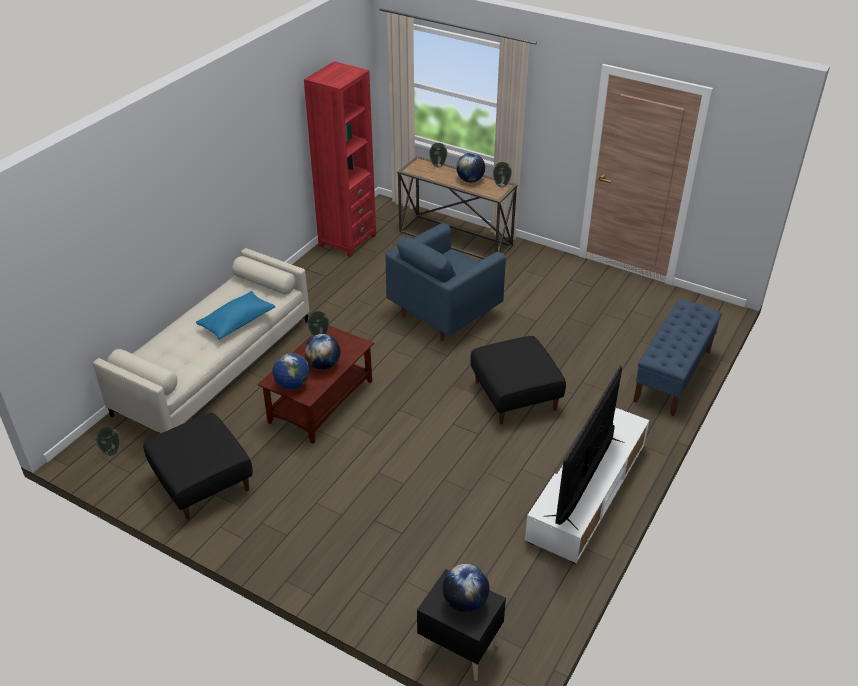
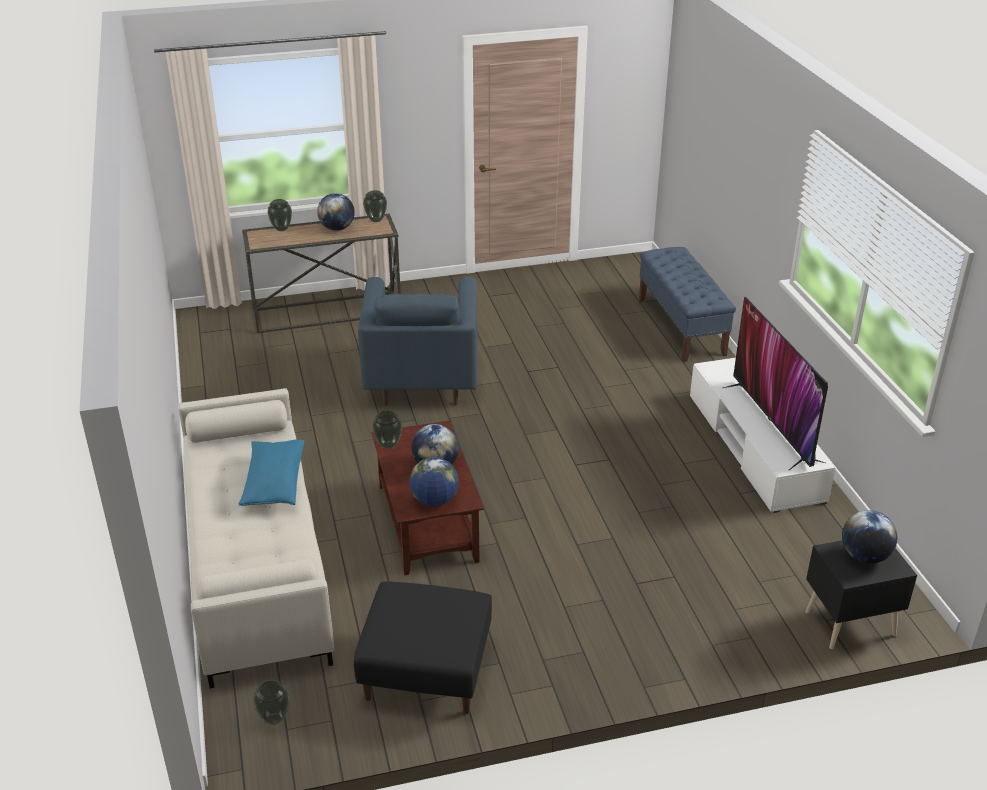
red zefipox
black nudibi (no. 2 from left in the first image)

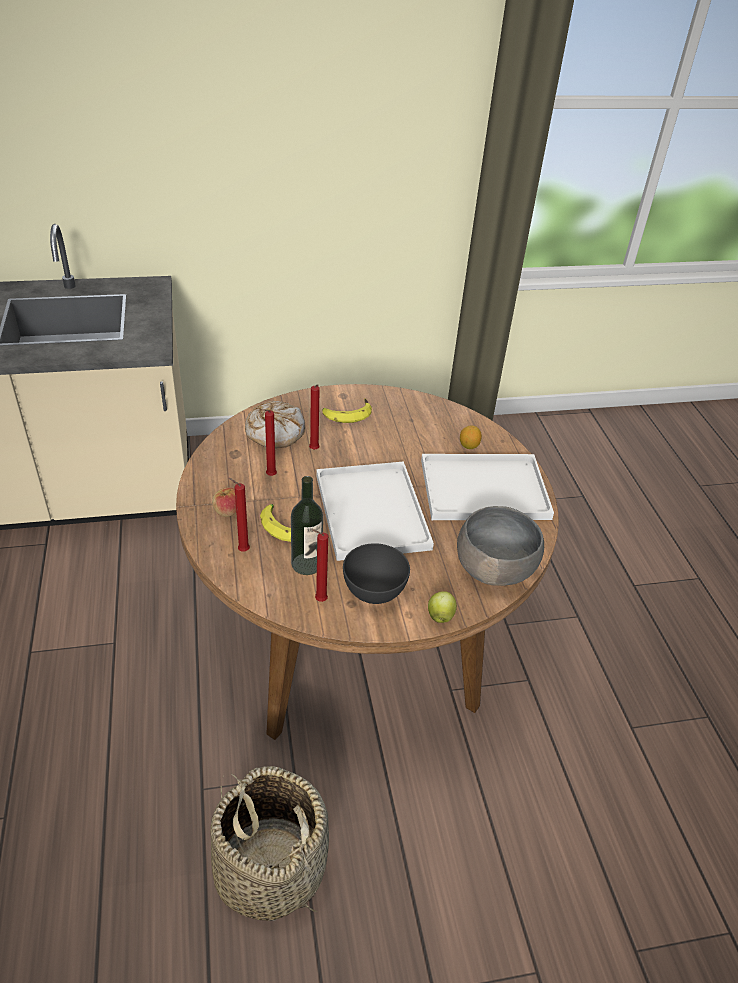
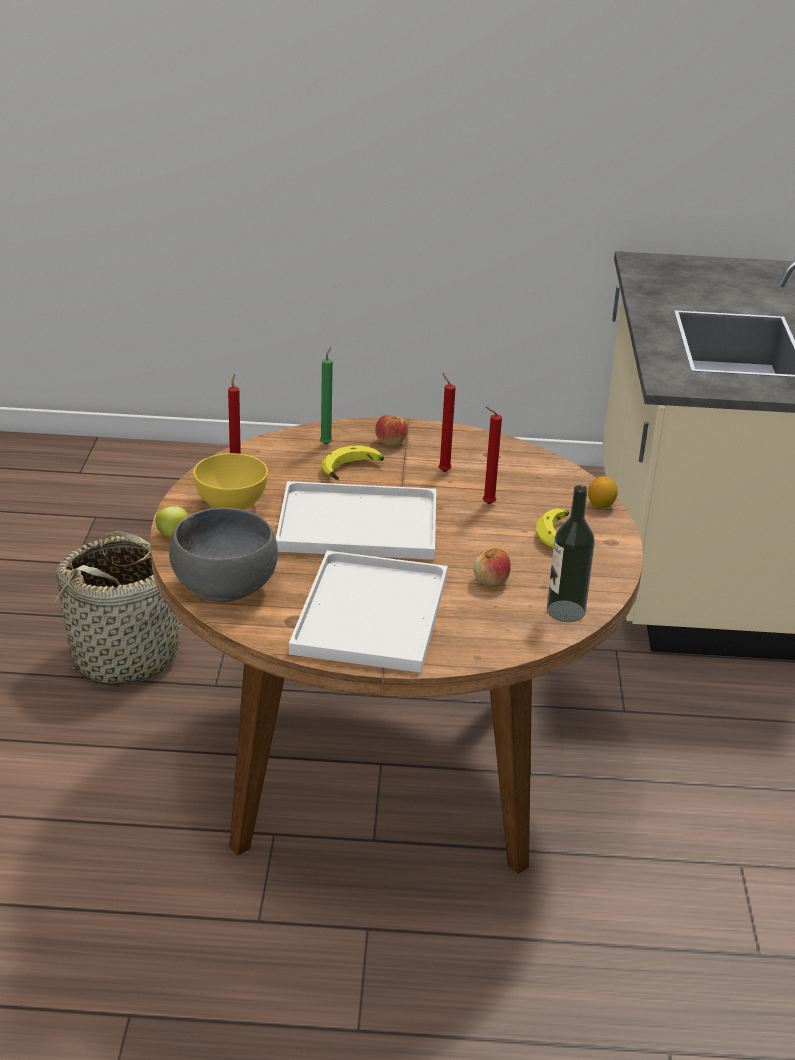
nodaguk
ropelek (no. 3 from left)
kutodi
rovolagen
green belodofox
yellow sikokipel

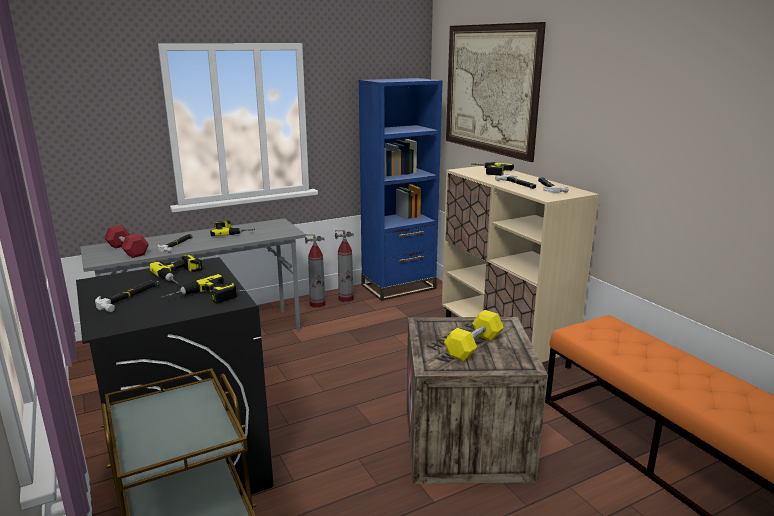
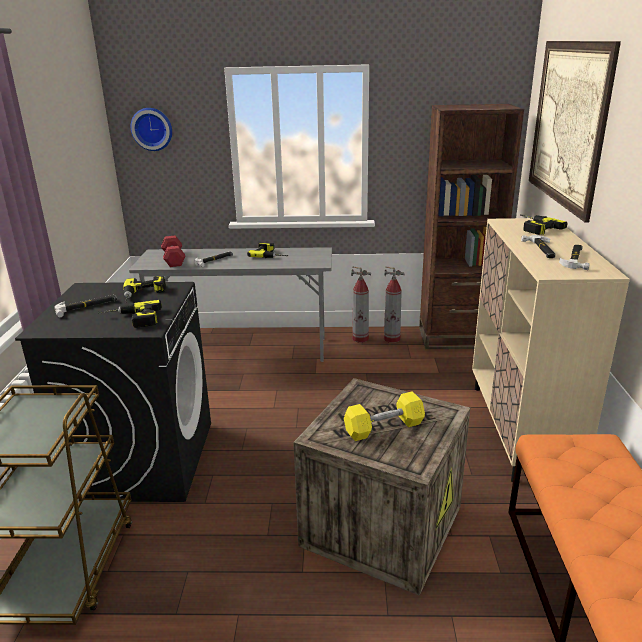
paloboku
brown zefipox

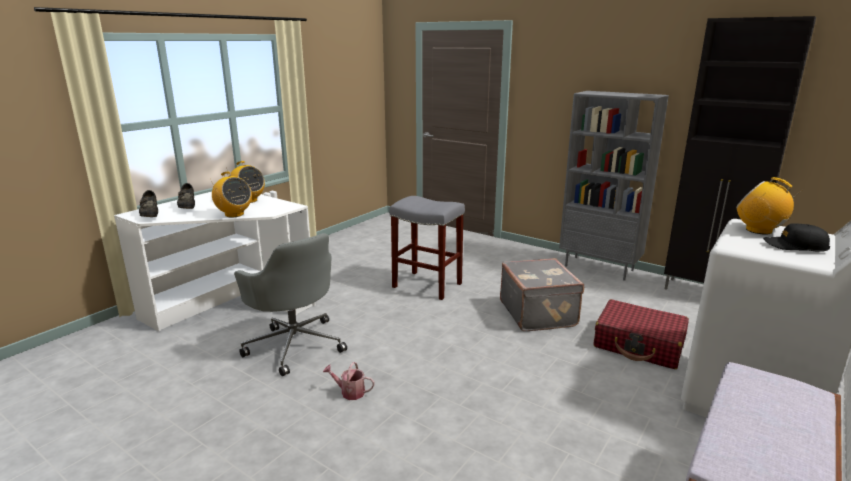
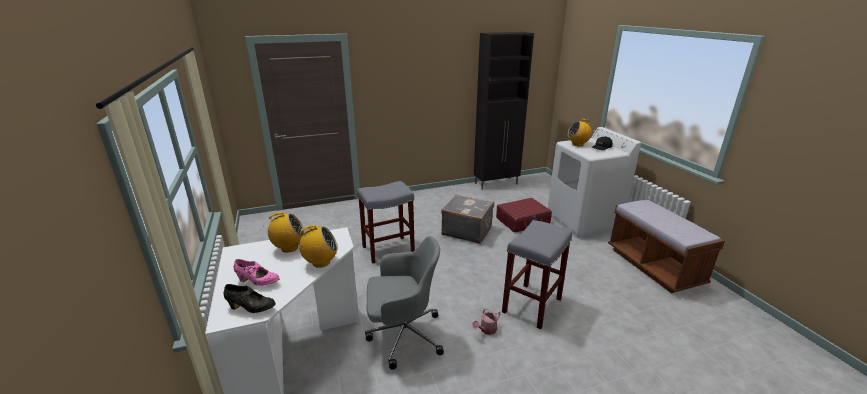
grey zefipox
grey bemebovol (no. 2 from left)
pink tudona

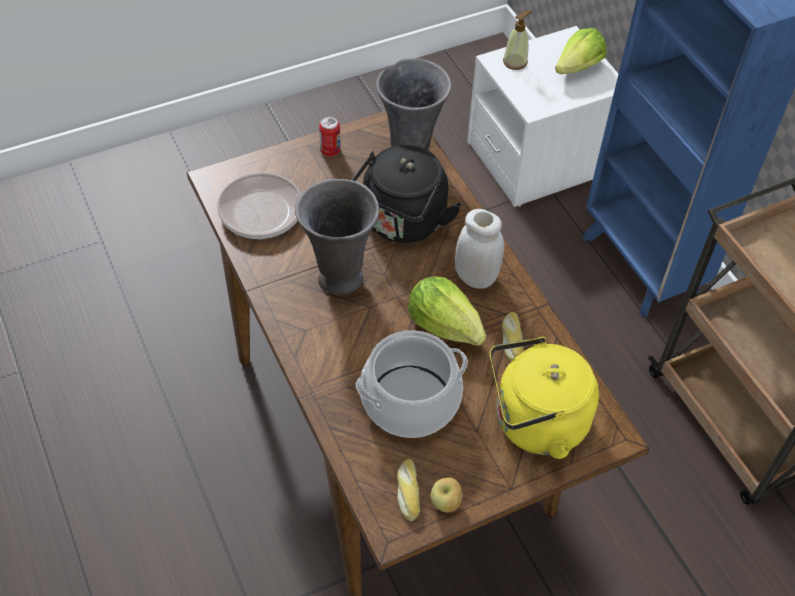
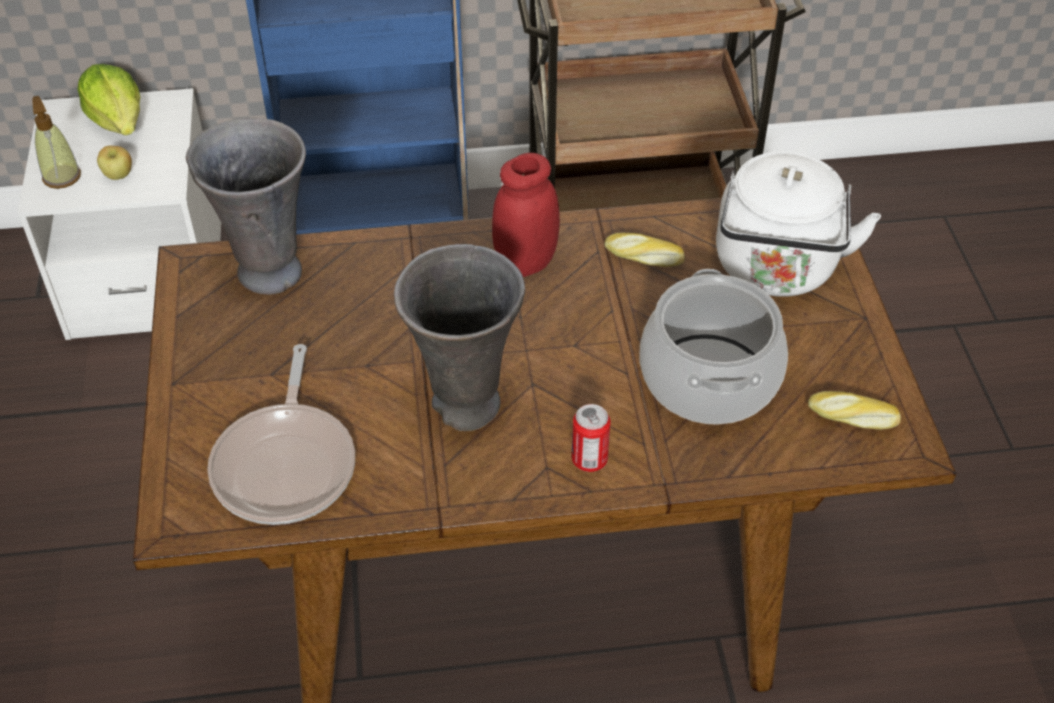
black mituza
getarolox (no. 1 from left in the first image)
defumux
ropelek
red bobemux
white mituza

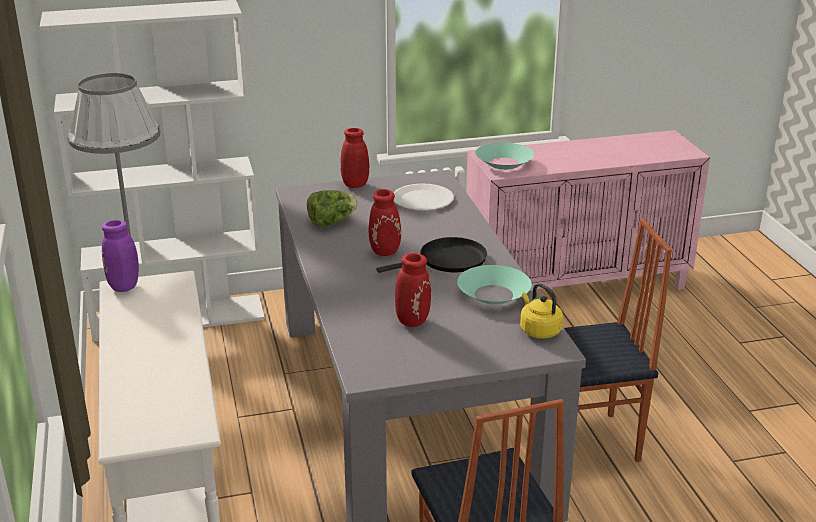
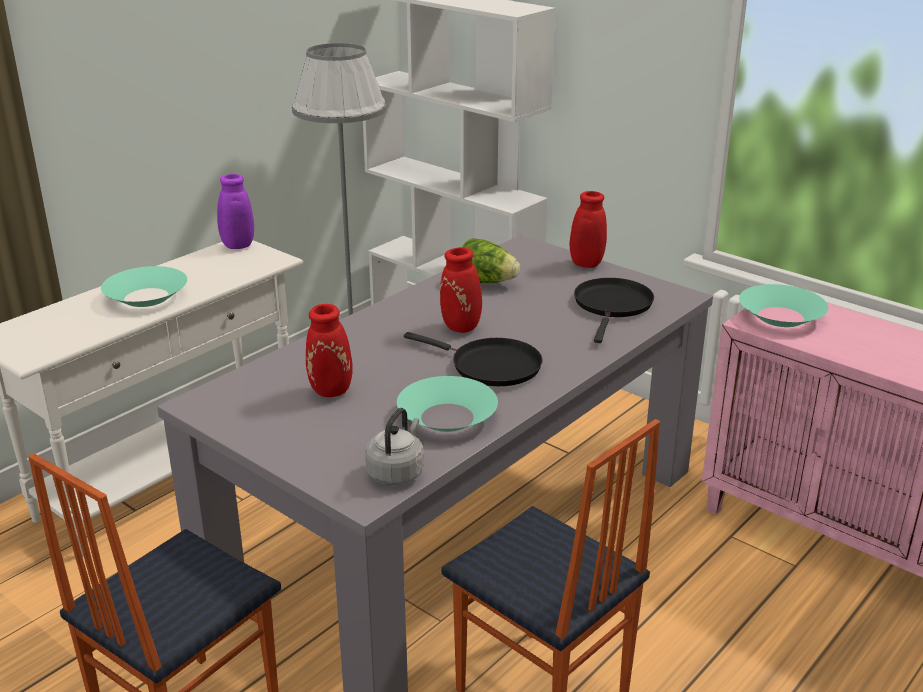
turquoise sikokipel (no. 1 from left)
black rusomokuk (no. 2 from left)
grey mituza

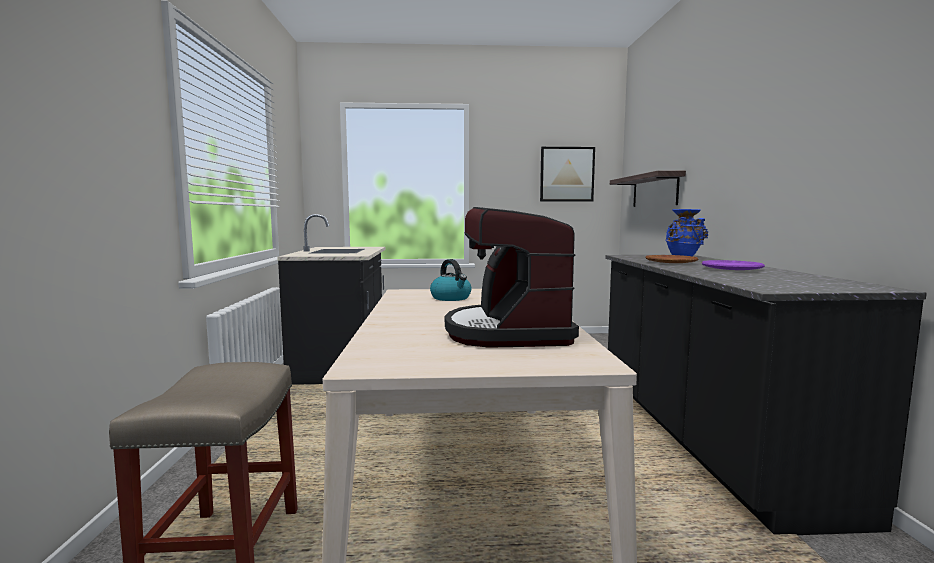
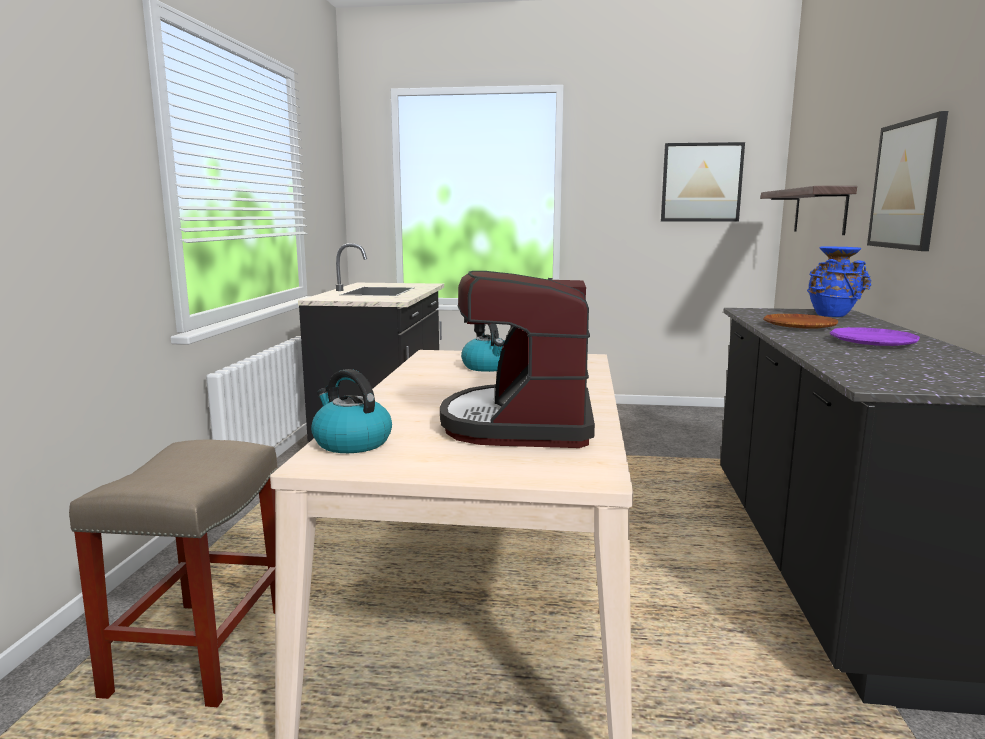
mituza (no. 1 from left)
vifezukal (no. 2 from left)

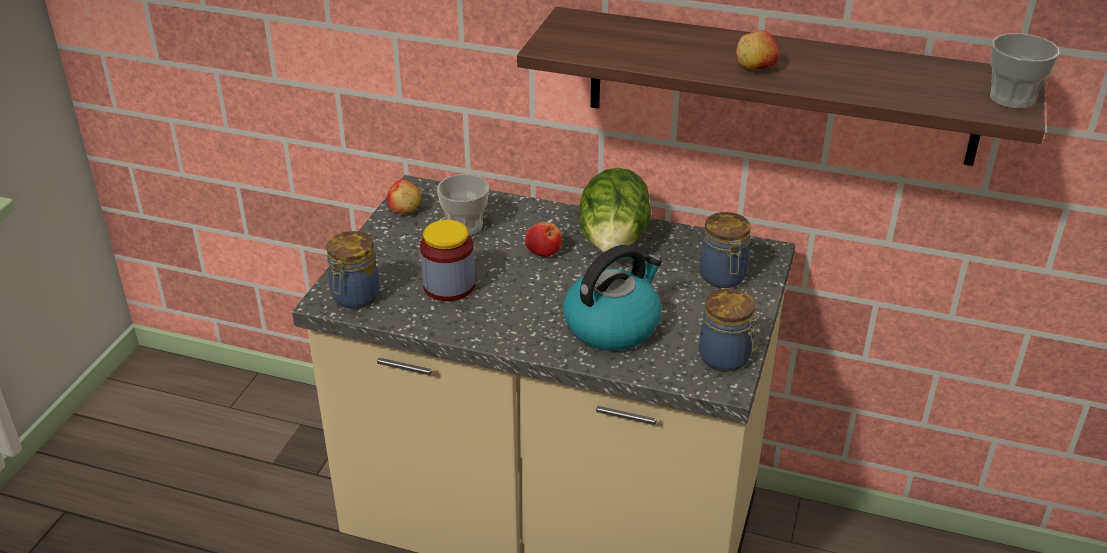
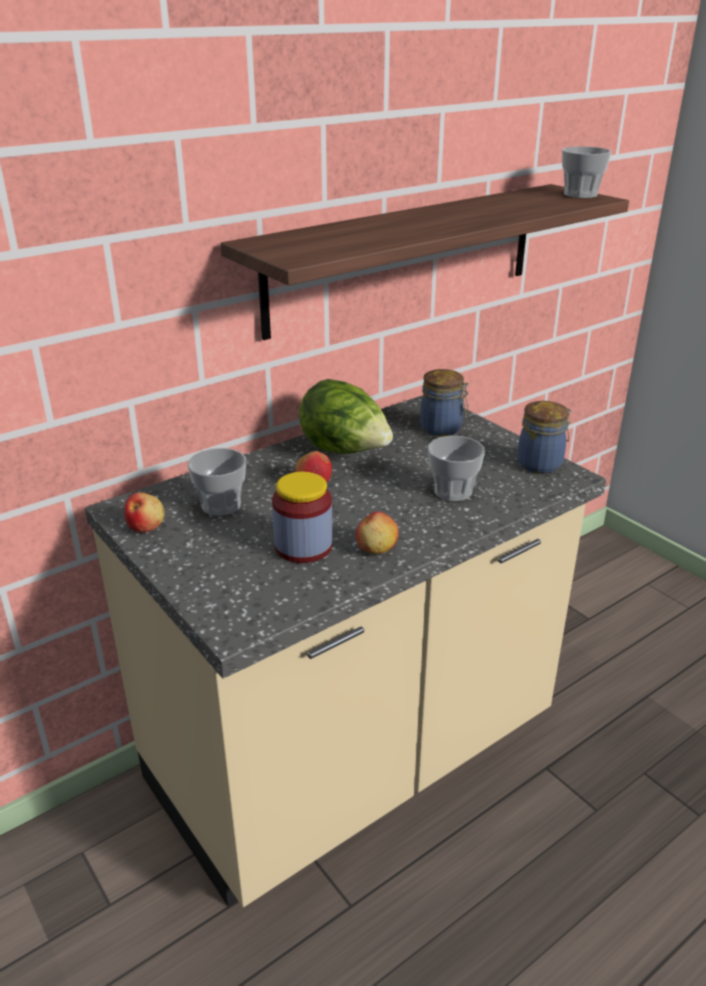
bobemux (no. 1 from left in the first image)
ropelek (no. 3 from left)
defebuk (no. 2 from left)

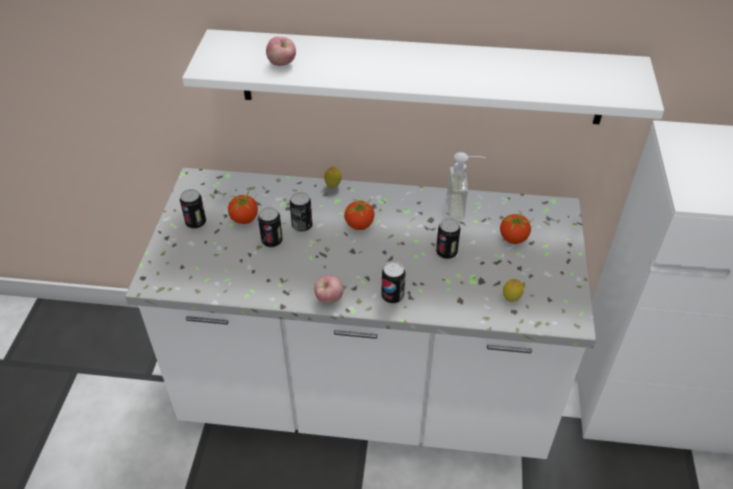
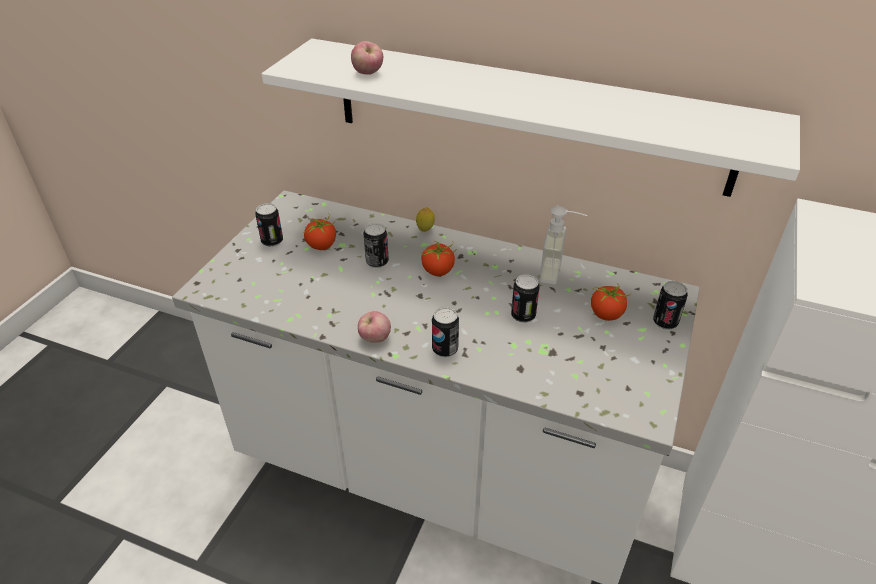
rovolagen (no. 2 from left in the first image)
defumux (no. 5 from left)

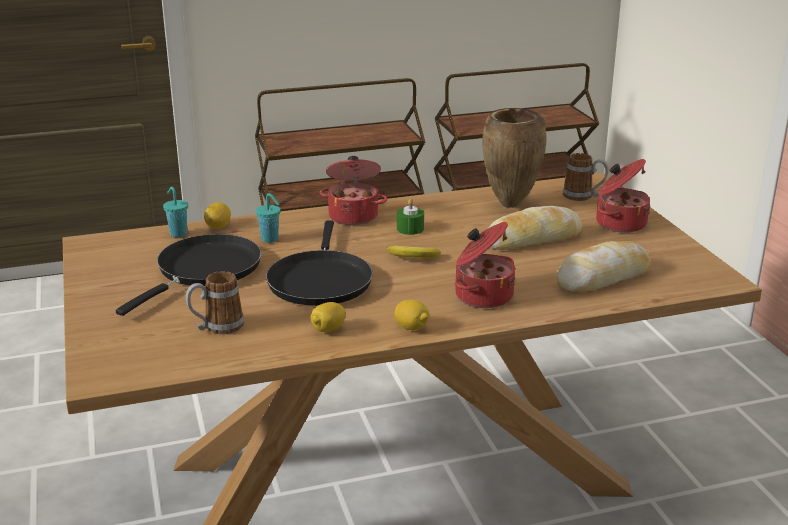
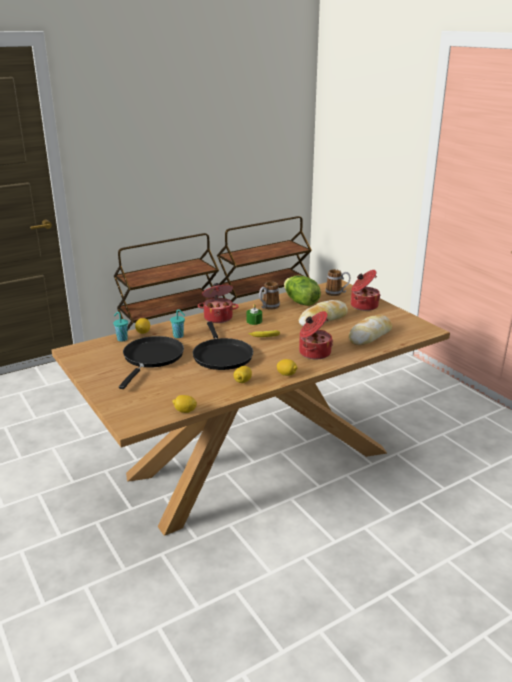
rovolagen (no. 2 from left)
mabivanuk (no. 1 from left)
getarolox

